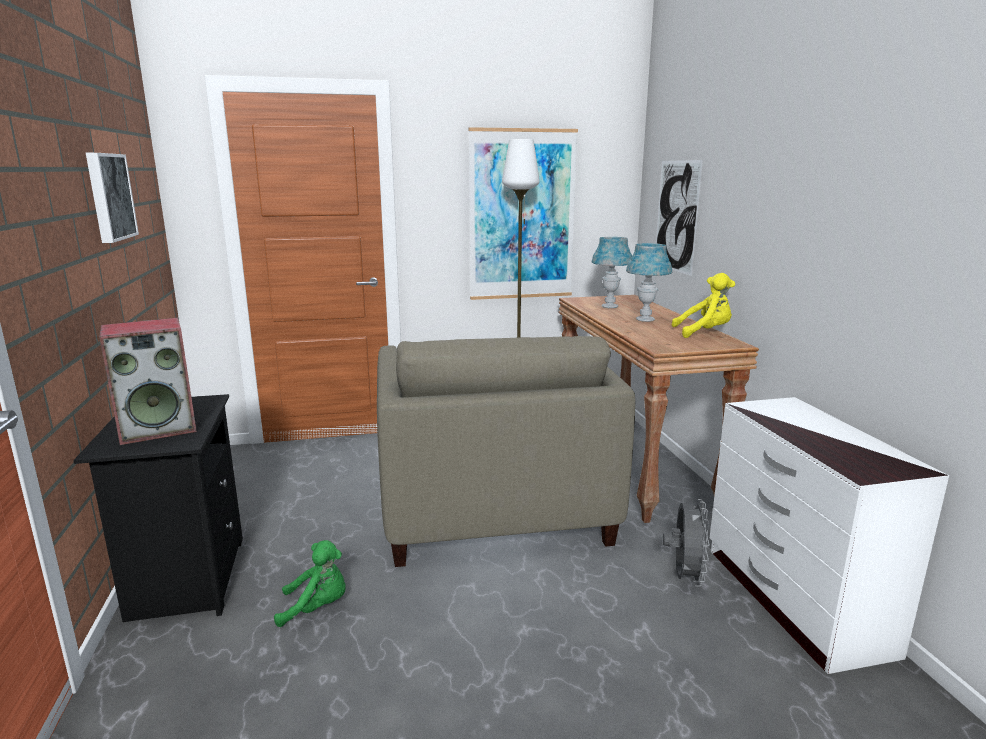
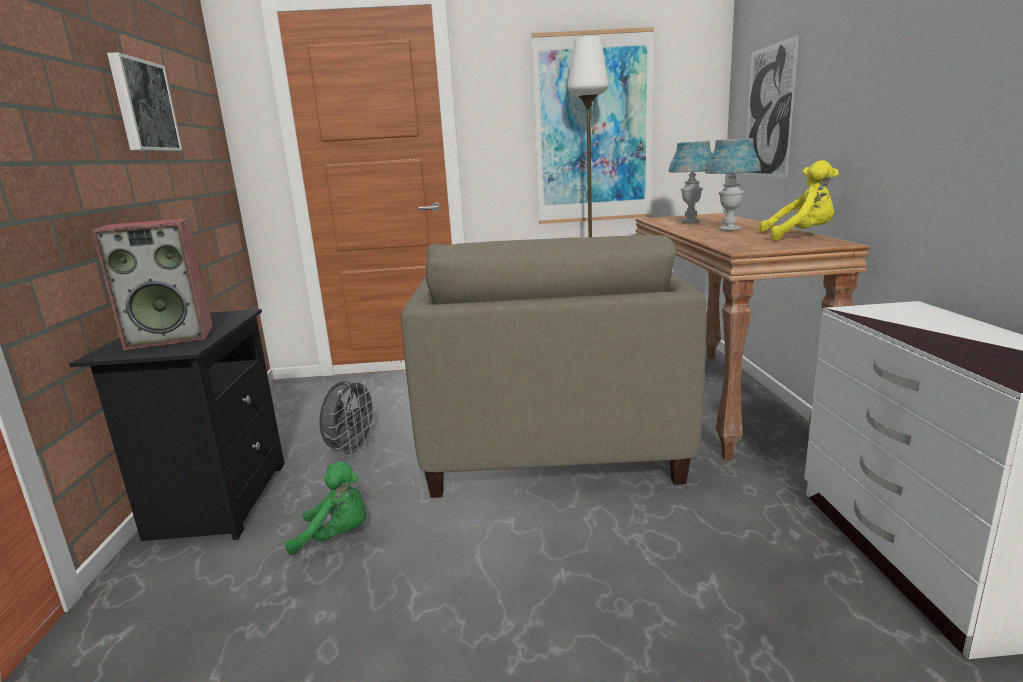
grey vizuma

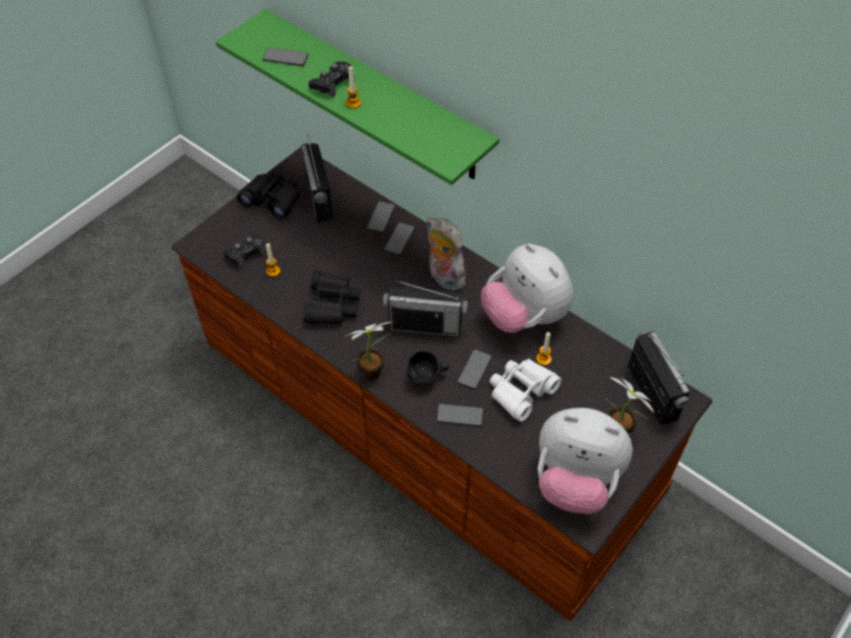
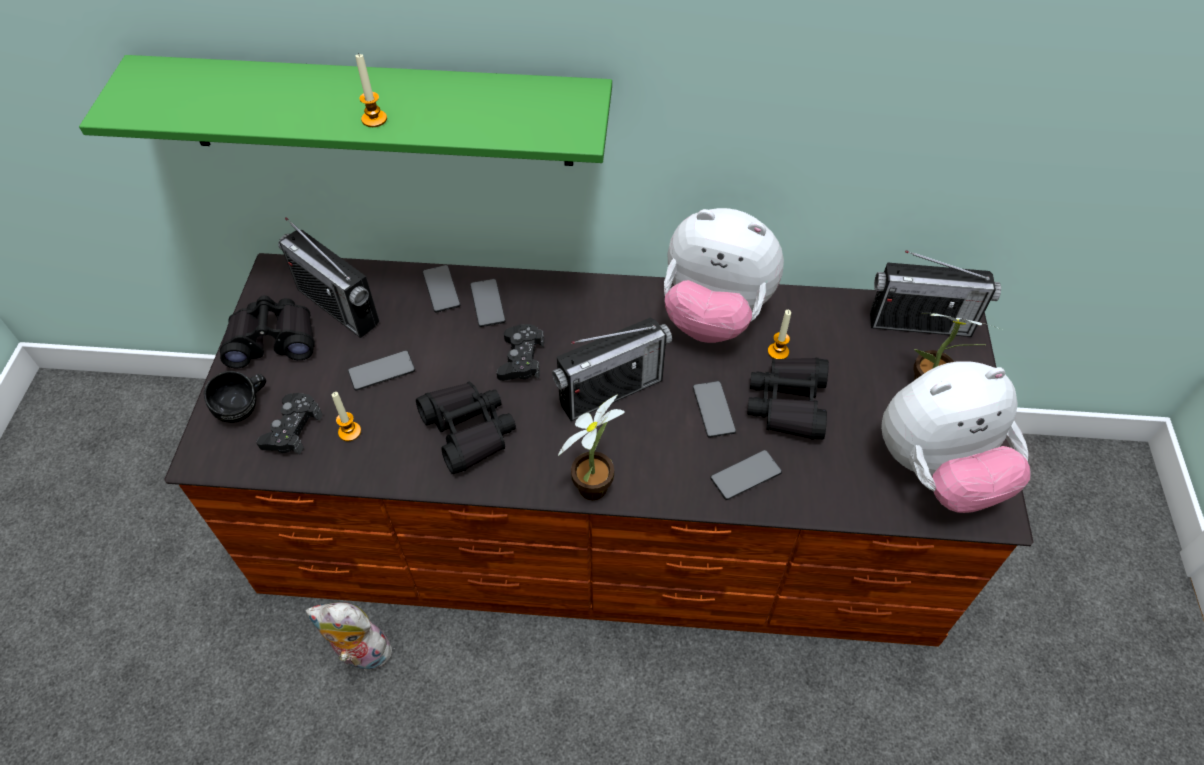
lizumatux (no. 1 from left)
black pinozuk (no. 2 from left)
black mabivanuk
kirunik (no. 1 from left)
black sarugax (no. 3 from left)
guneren (no. 3 from left)

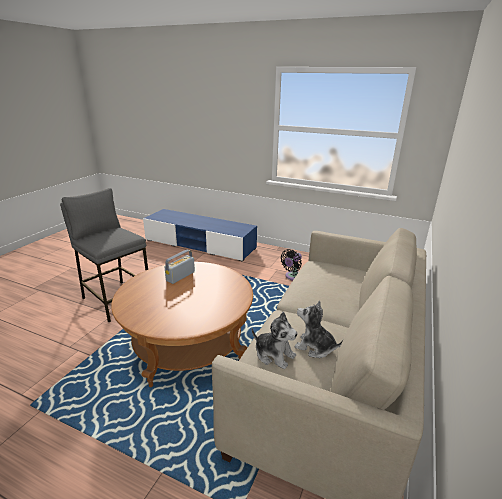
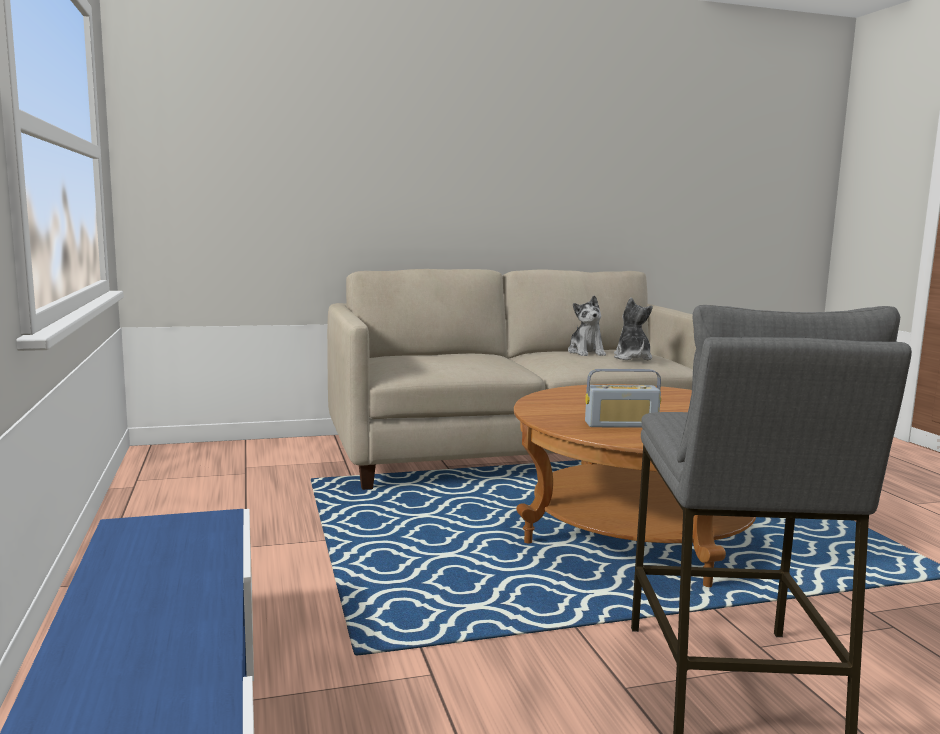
black vizuma

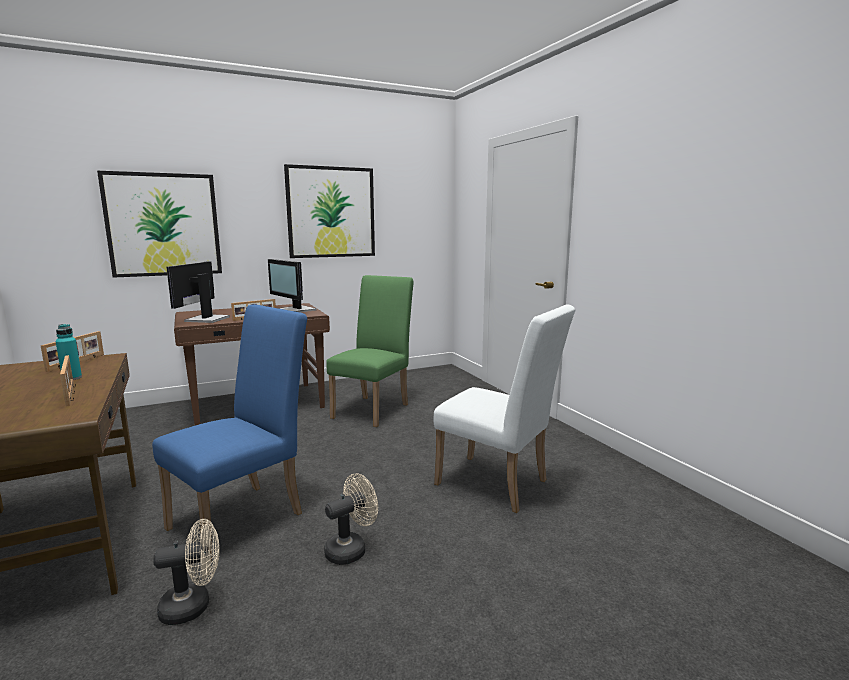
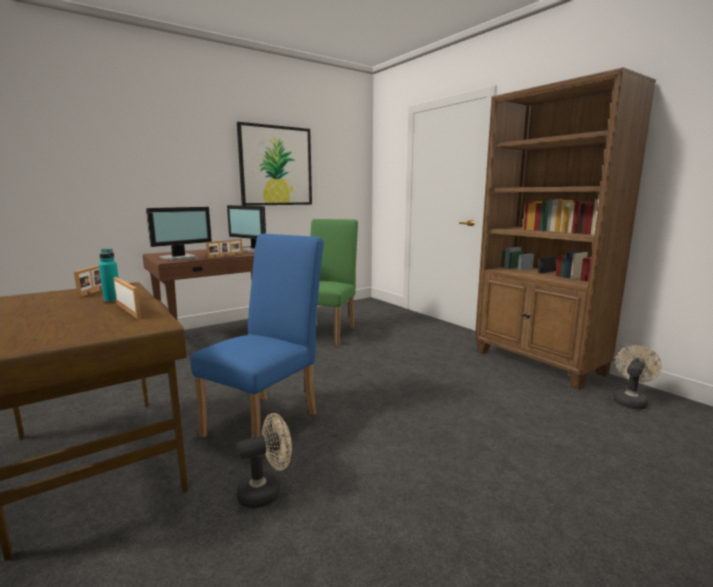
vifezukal (no. 1 from left in the first image)
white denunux
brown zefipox
beige vizuma (no. 2 from left)
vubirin (no. 1 from left)

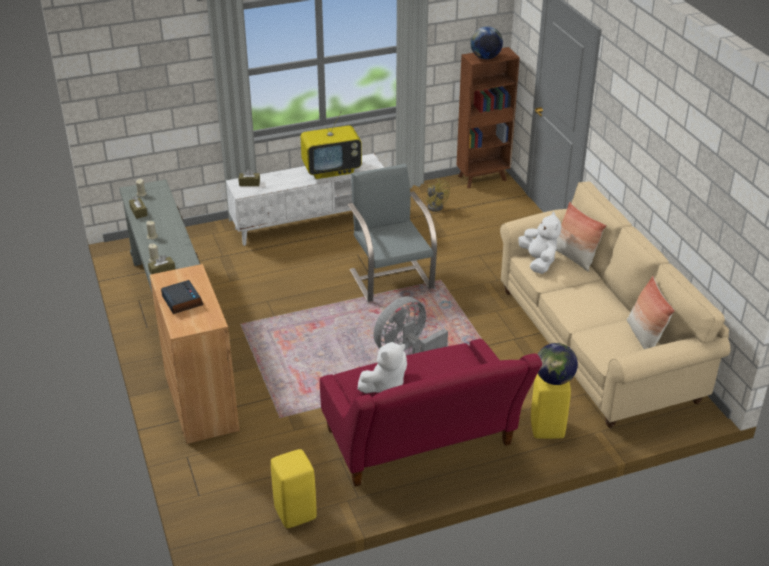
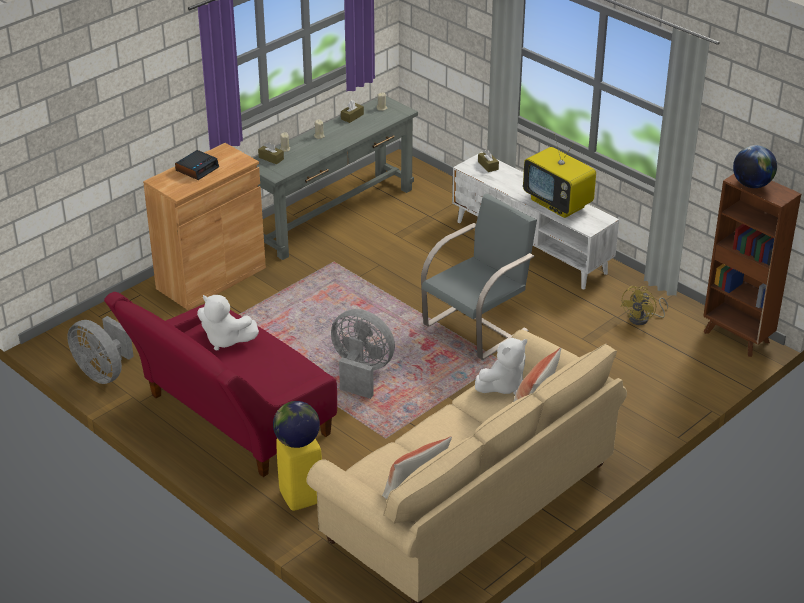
grey vizuma (no. 1 from left)

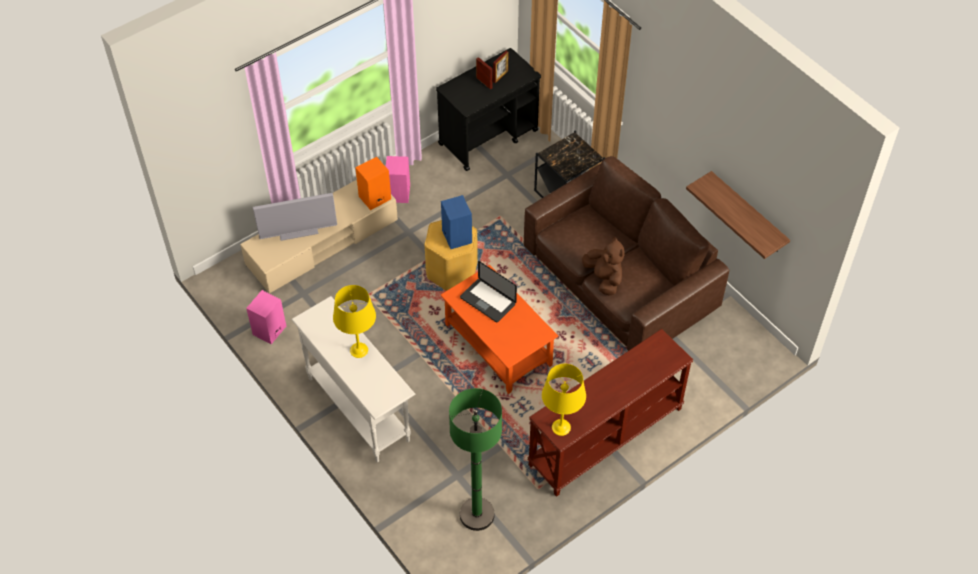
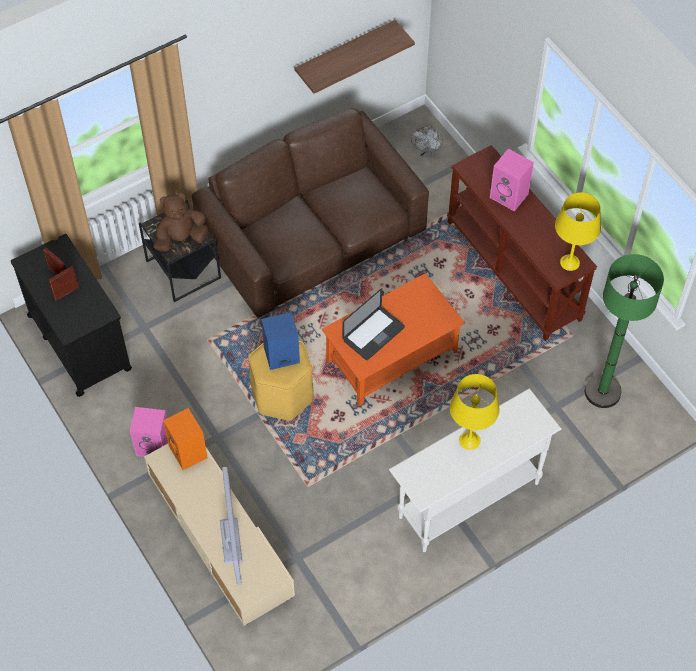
grey vizuma
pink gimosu (no. 2 from left)
brown kirunik

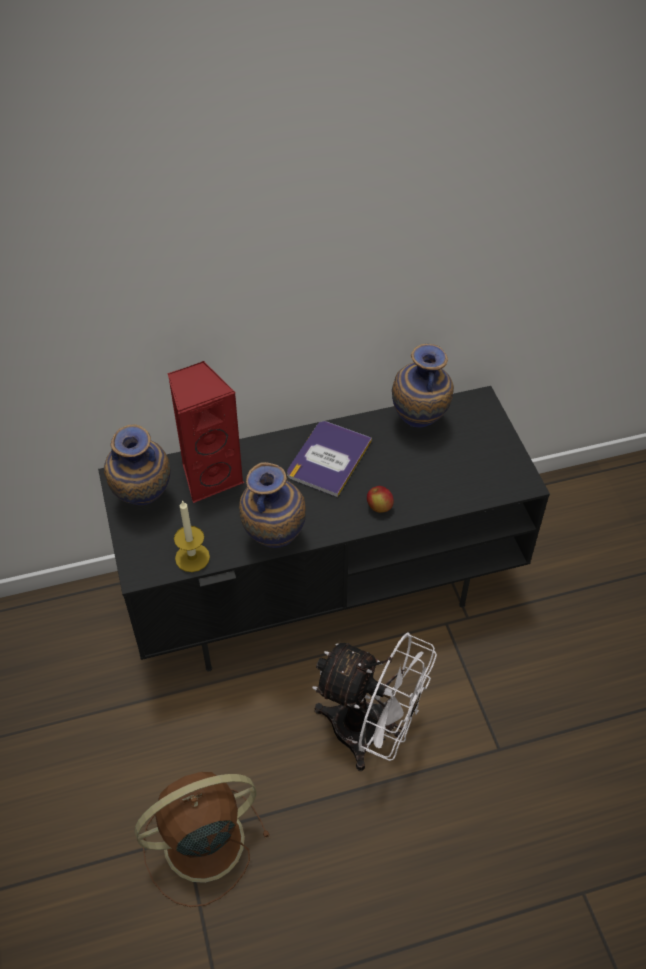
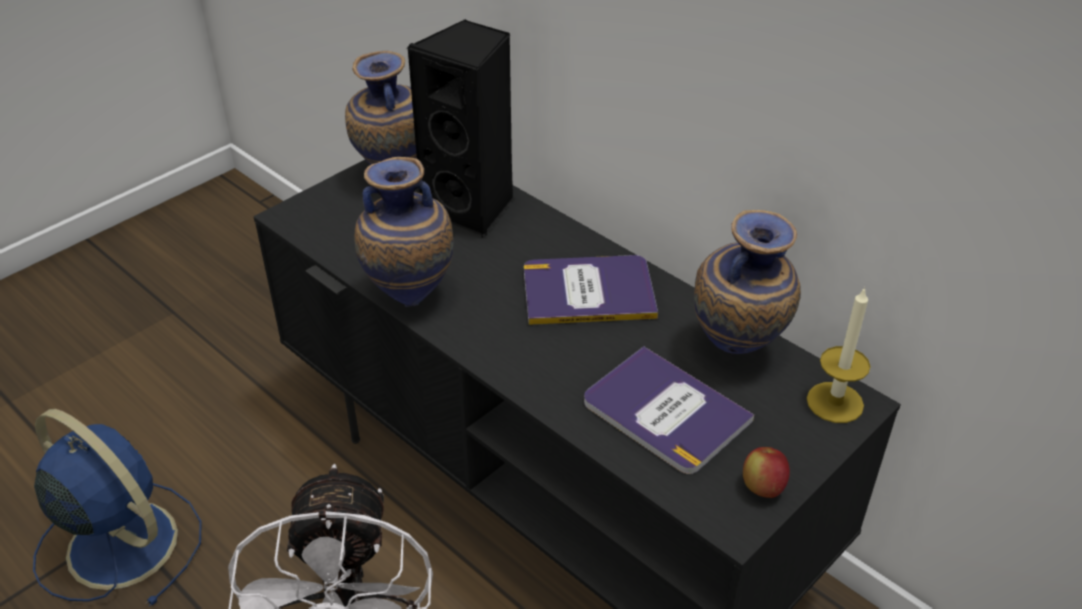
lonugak (no. 2 from left)
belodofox
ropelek
blue vizuma
black gimosu

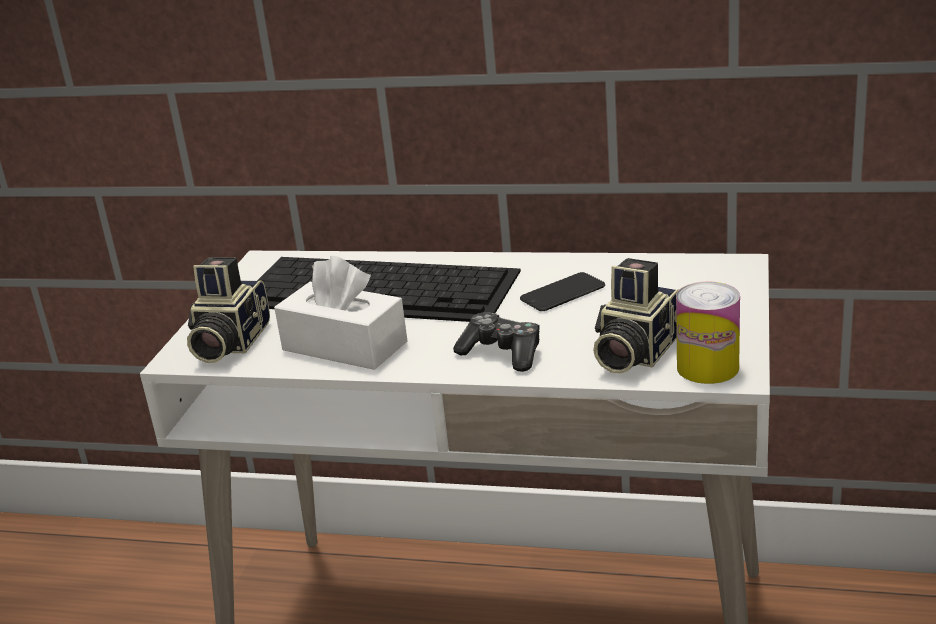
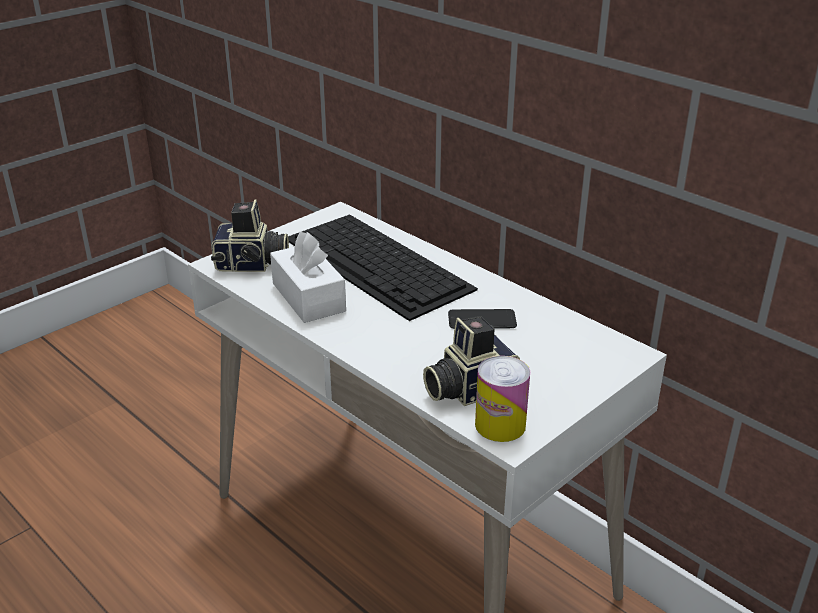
pinozuk
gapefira (no. 1 from left)

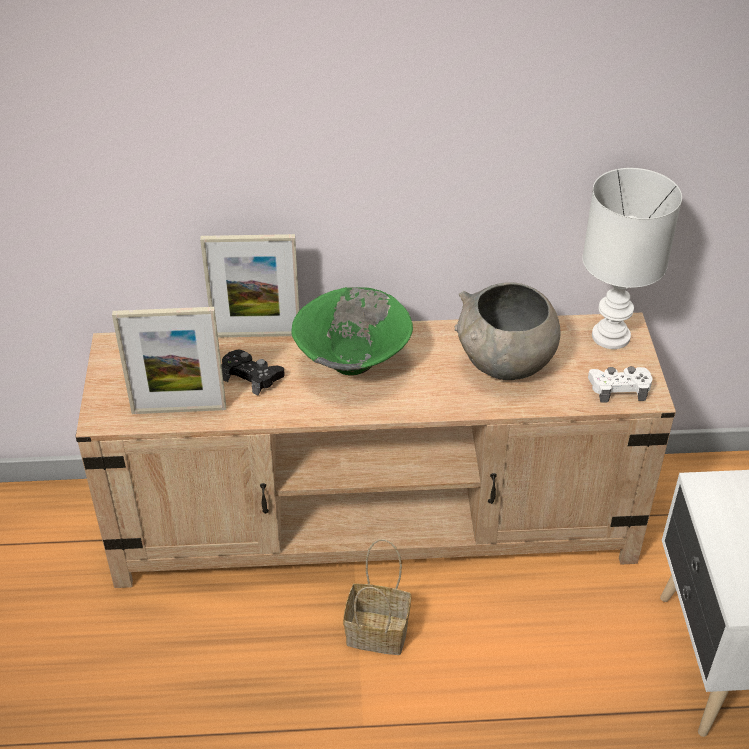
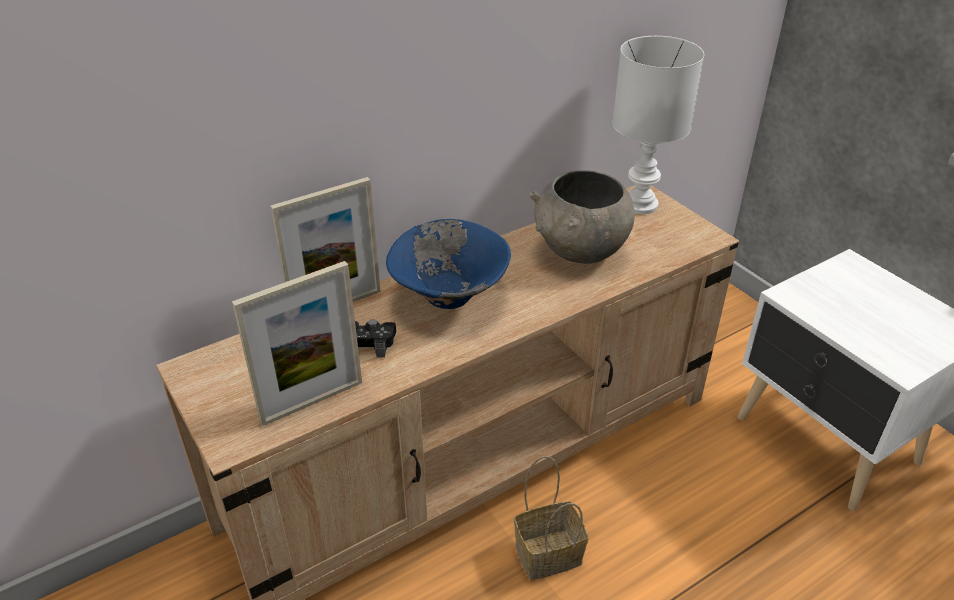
white pinozuk
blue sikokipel

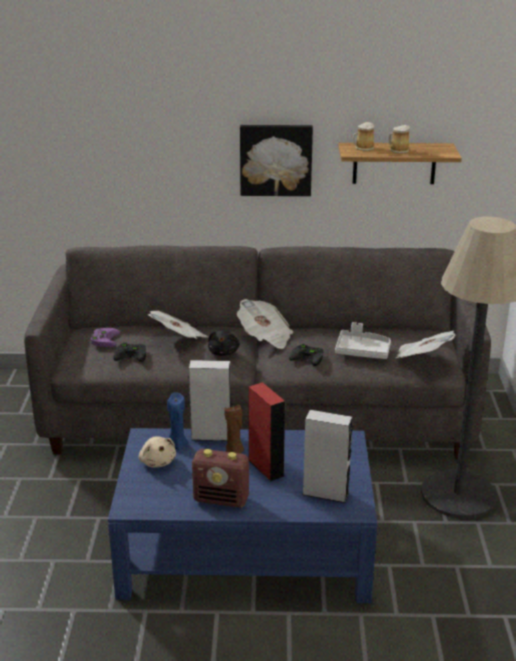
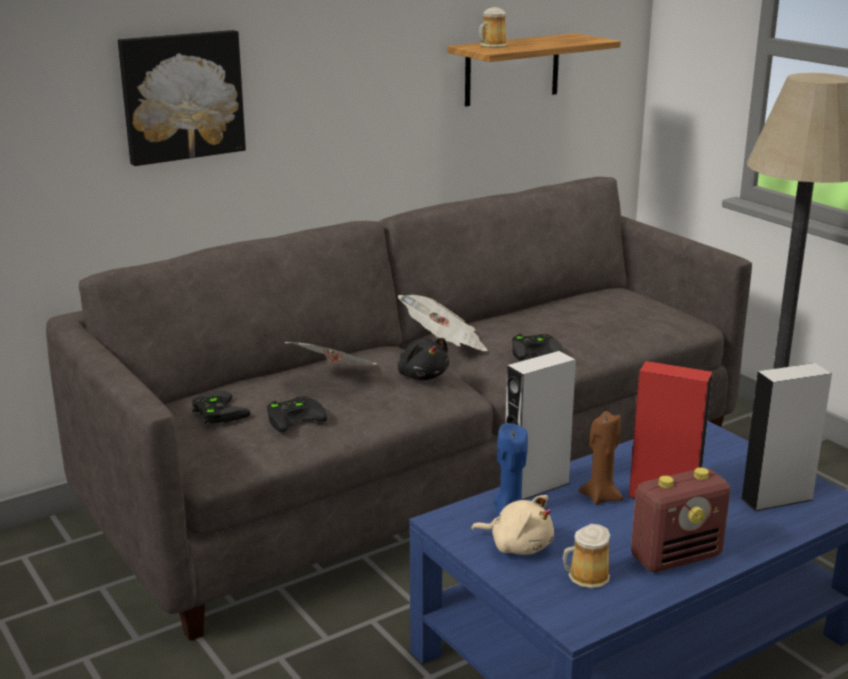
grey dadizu
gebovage (no. 3 from left in the first image)
vifezukal
mabivanuk (no. 2 from left)
black pinozuk (no. 1 from left)

